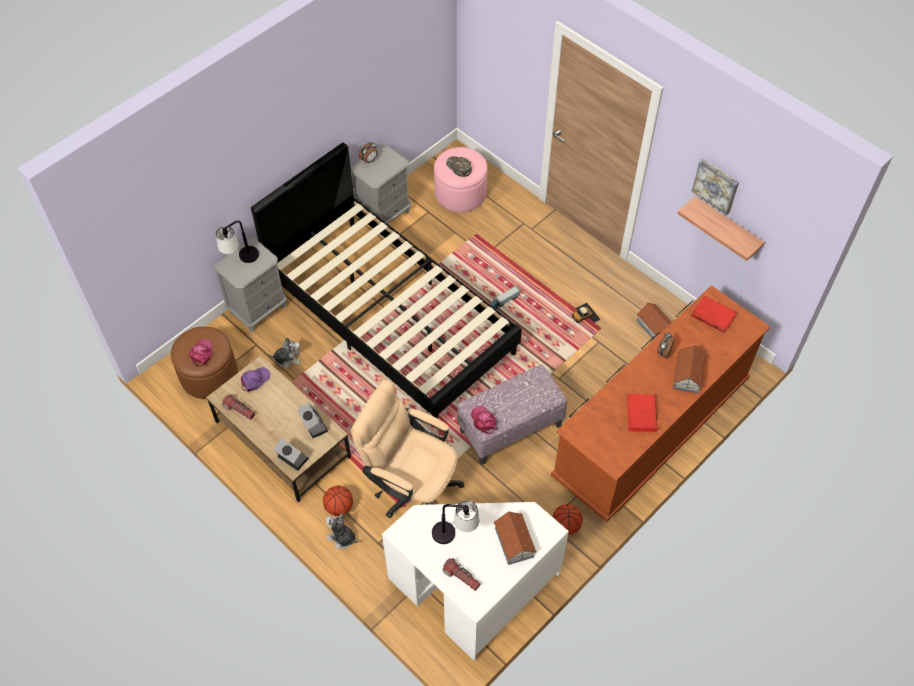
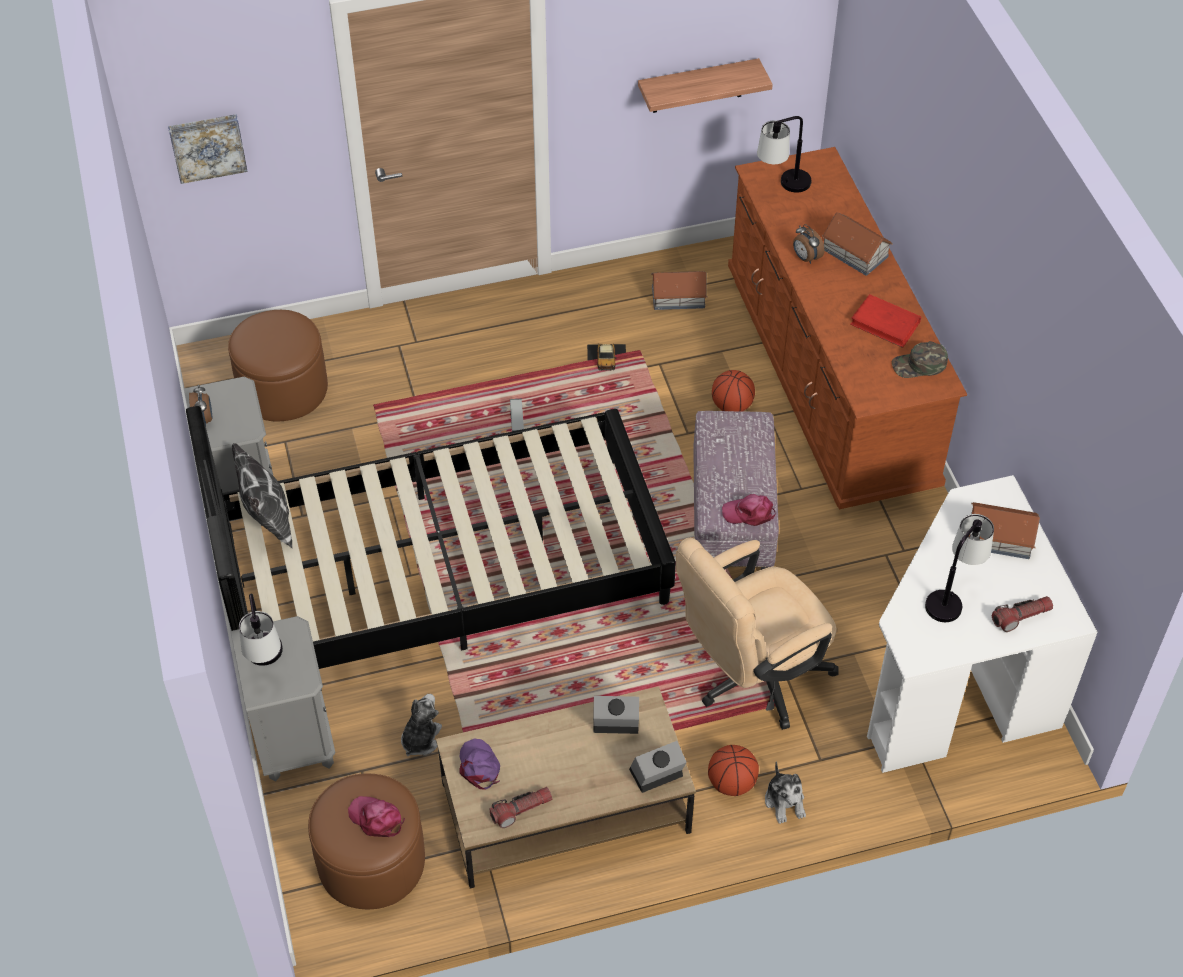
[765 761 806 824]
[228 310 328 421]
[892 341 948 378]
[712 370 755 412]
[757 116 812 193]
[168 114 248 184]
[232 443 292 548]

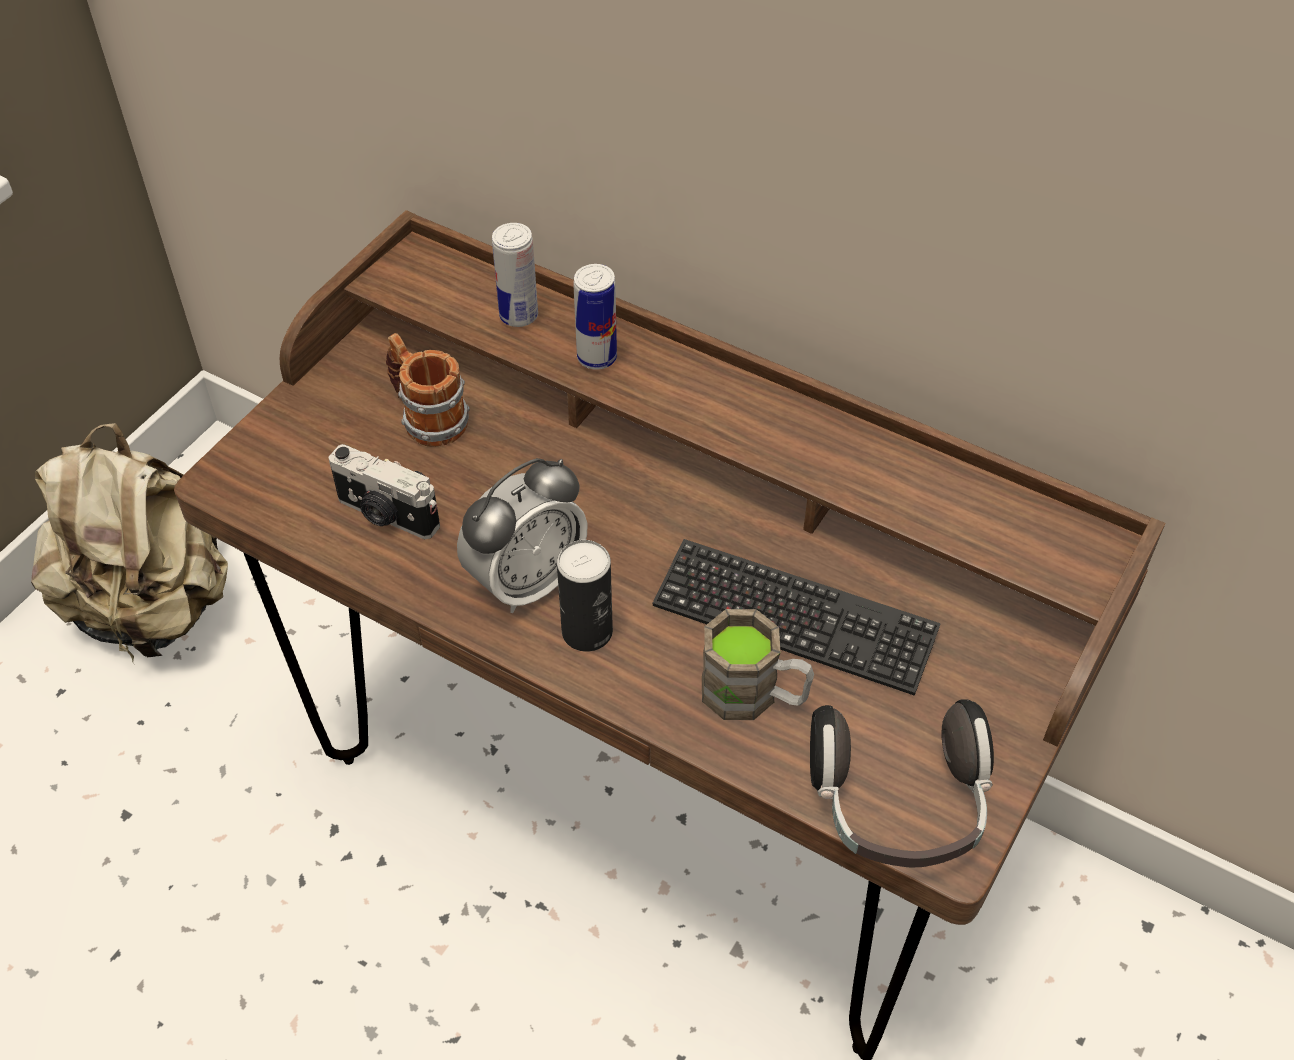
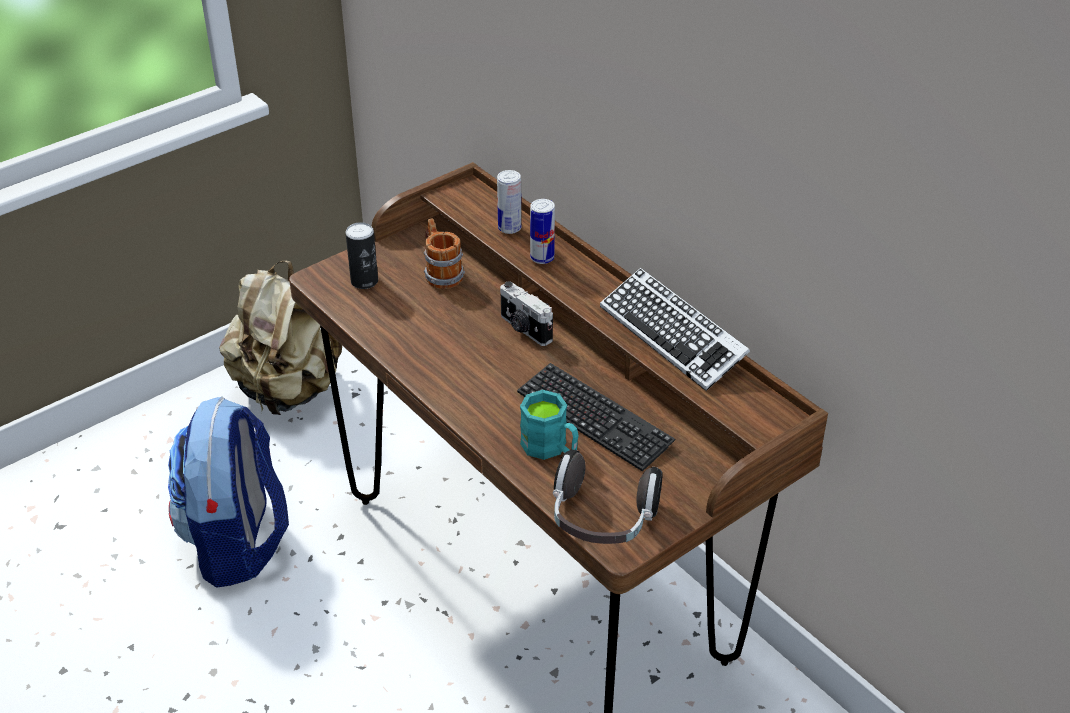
[500 281 553 346]
[457 458 587 613] (first image)
[346 222 378 289]
[520 390 578 460]
[168 397 289 588]
[600 268 750 391]

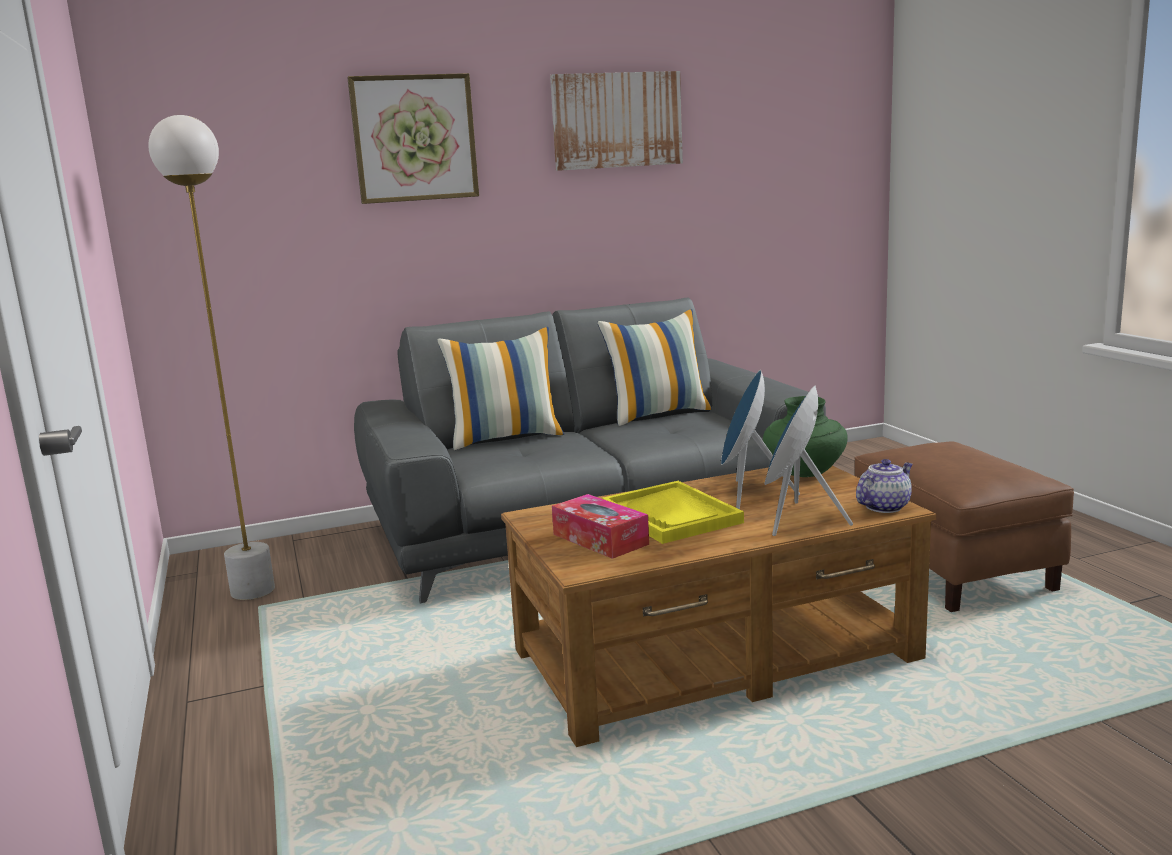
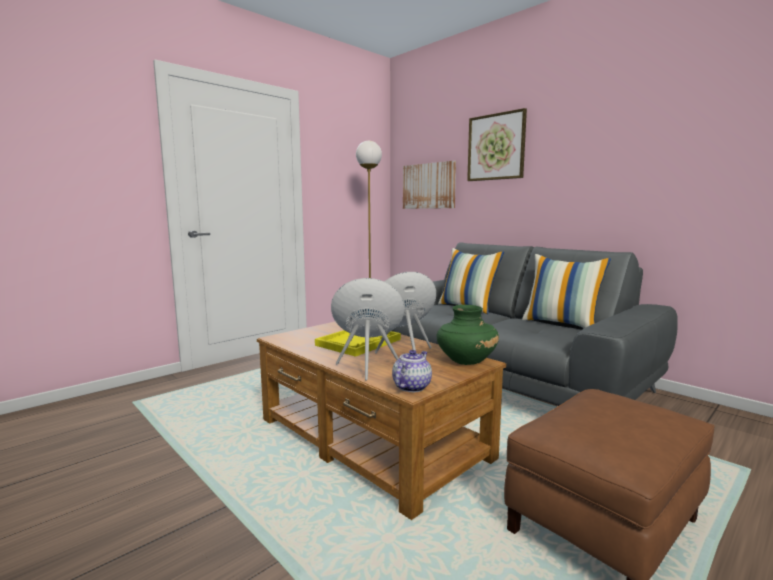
[403 161 456 209]
[552 494 649 559] (first image)
[392 350 432 392]

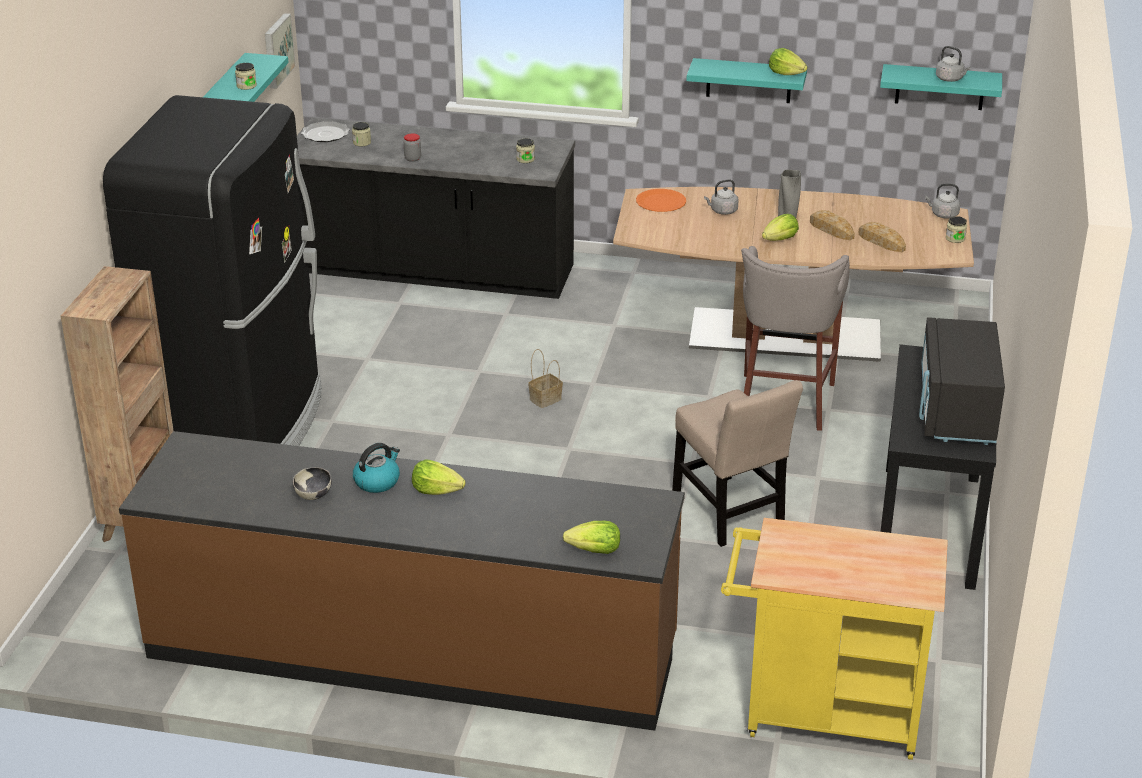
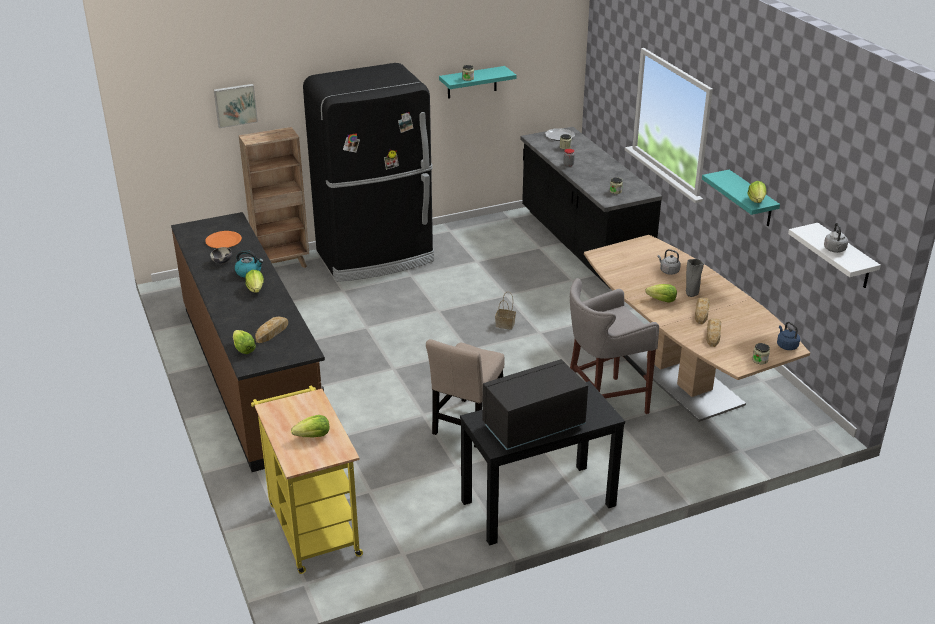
[214 84 258 128]
[205 231 242 248]
[788 223 881 288]
[777 322 800 350]
[255 316 288 343]
[291 415 329 438]

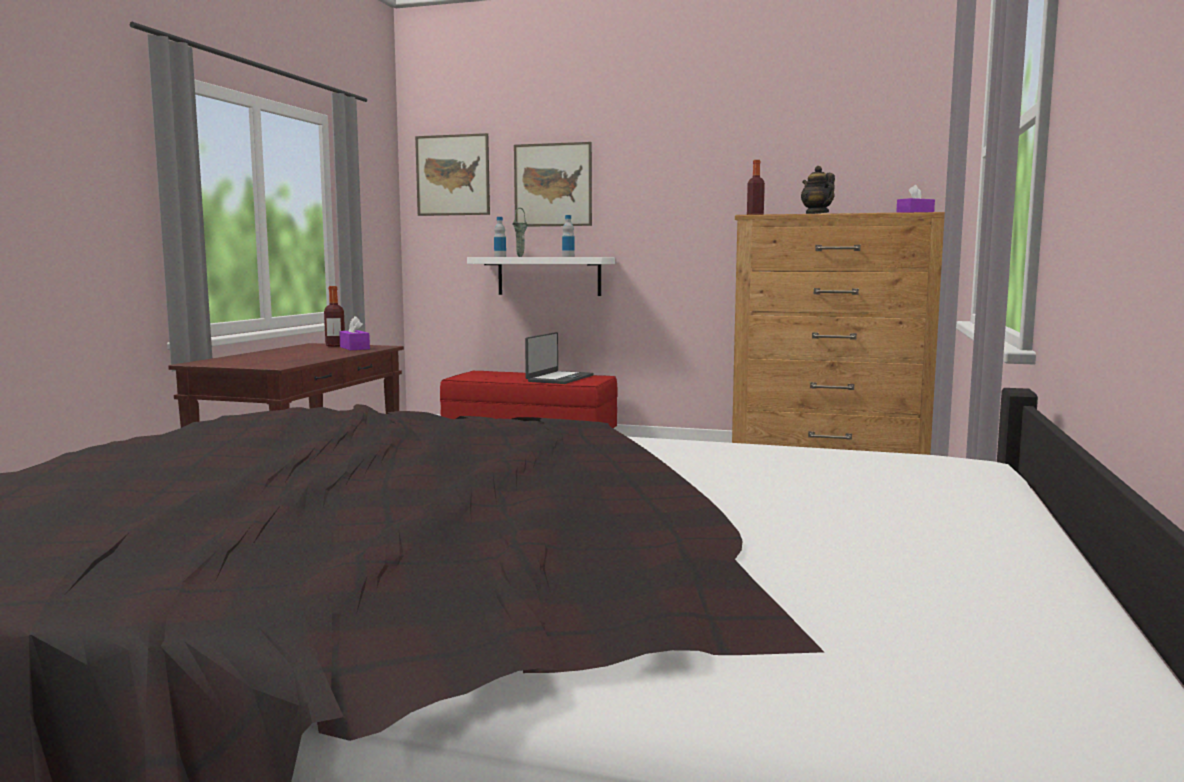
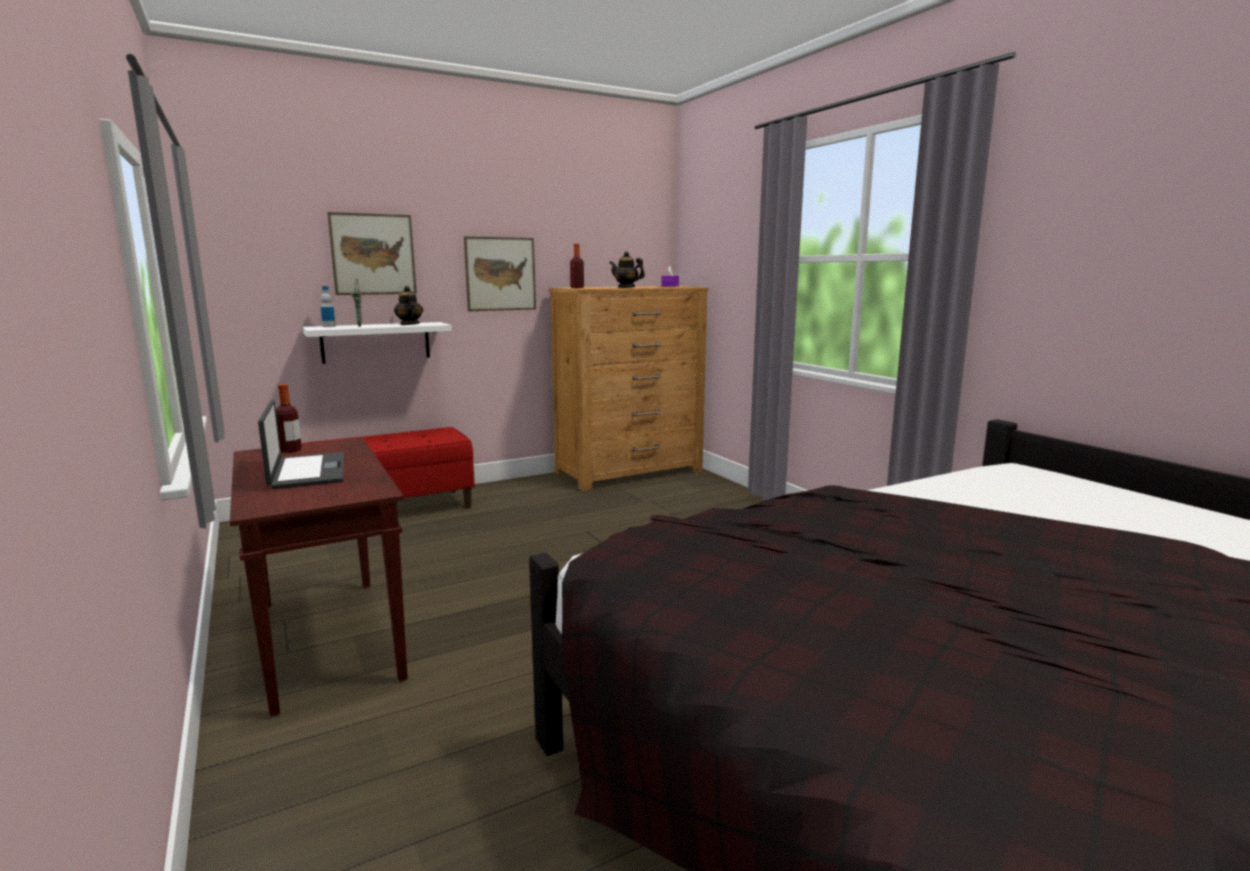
[339 316 370 350] (first image)
[464 236 536 311]
[258 400 344 489]
[394 286 423 325]

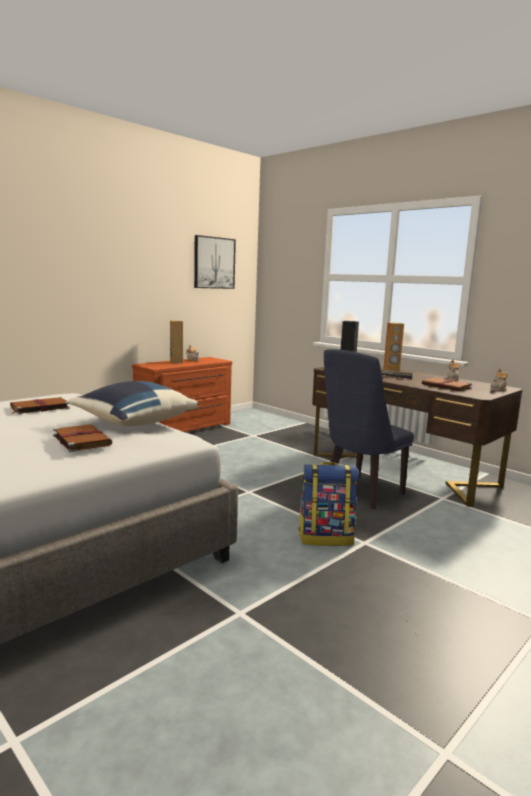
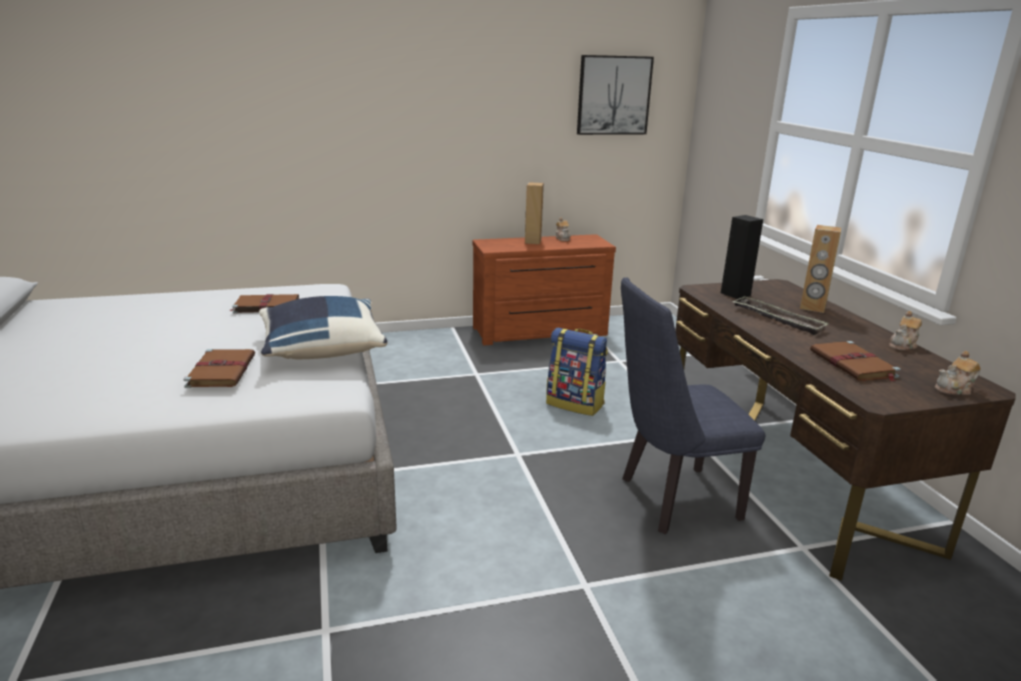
[546 328 608 416]

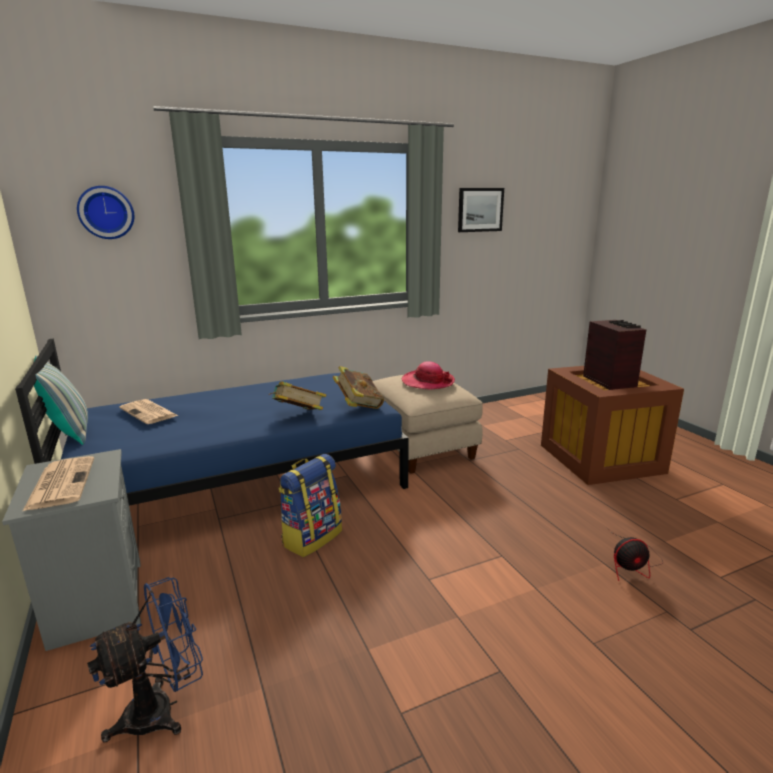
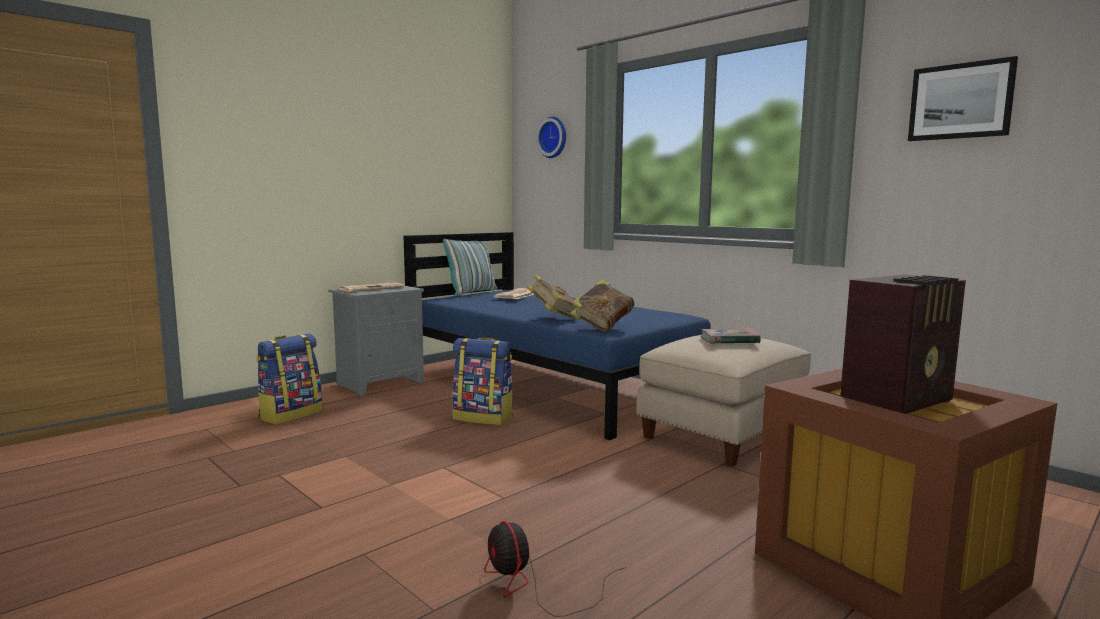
[256 333 323 425]
[701 328 761 343]

